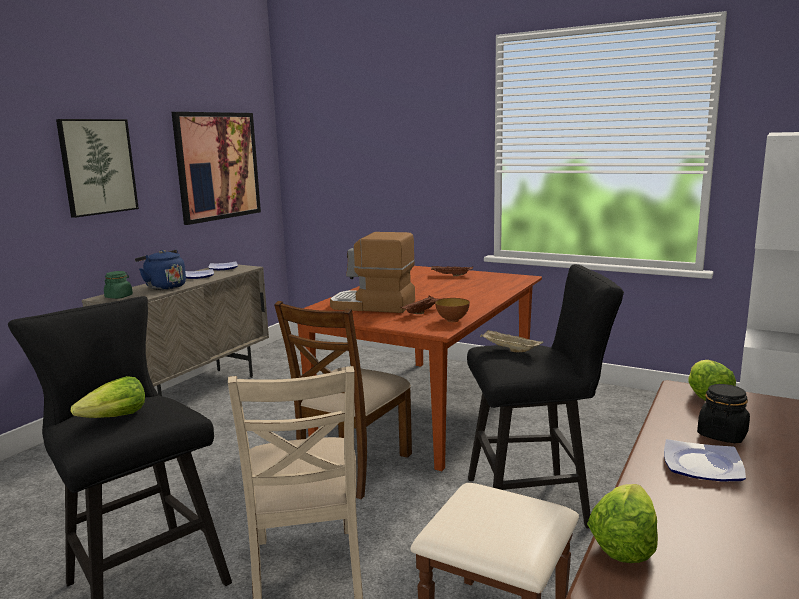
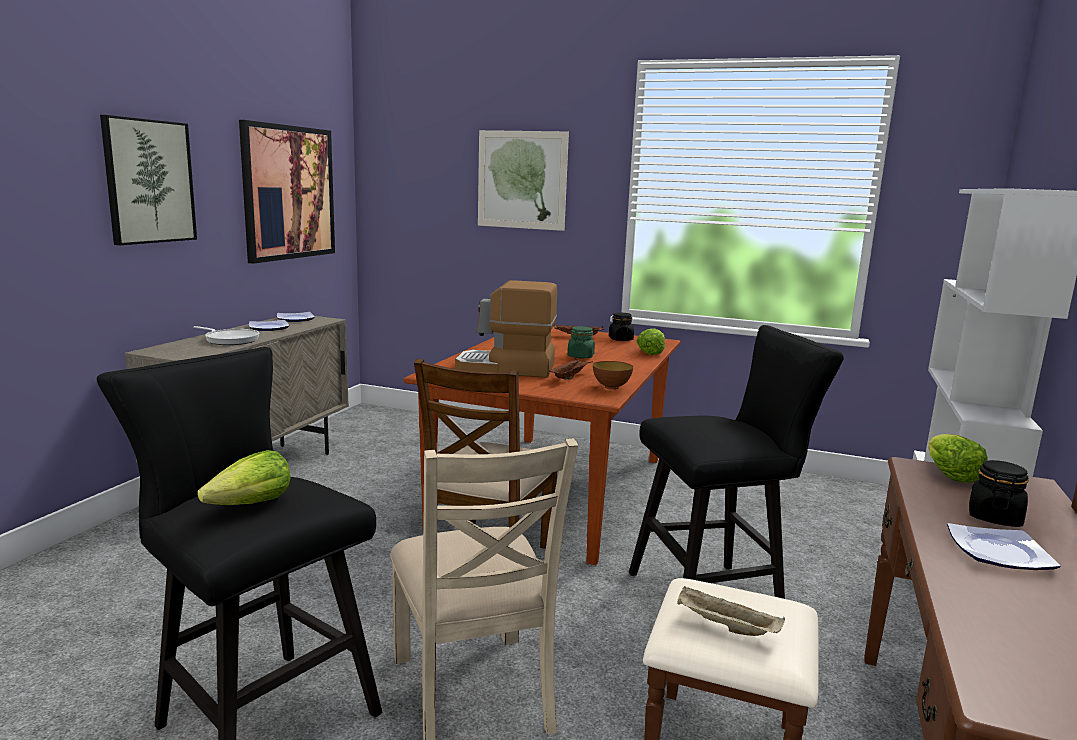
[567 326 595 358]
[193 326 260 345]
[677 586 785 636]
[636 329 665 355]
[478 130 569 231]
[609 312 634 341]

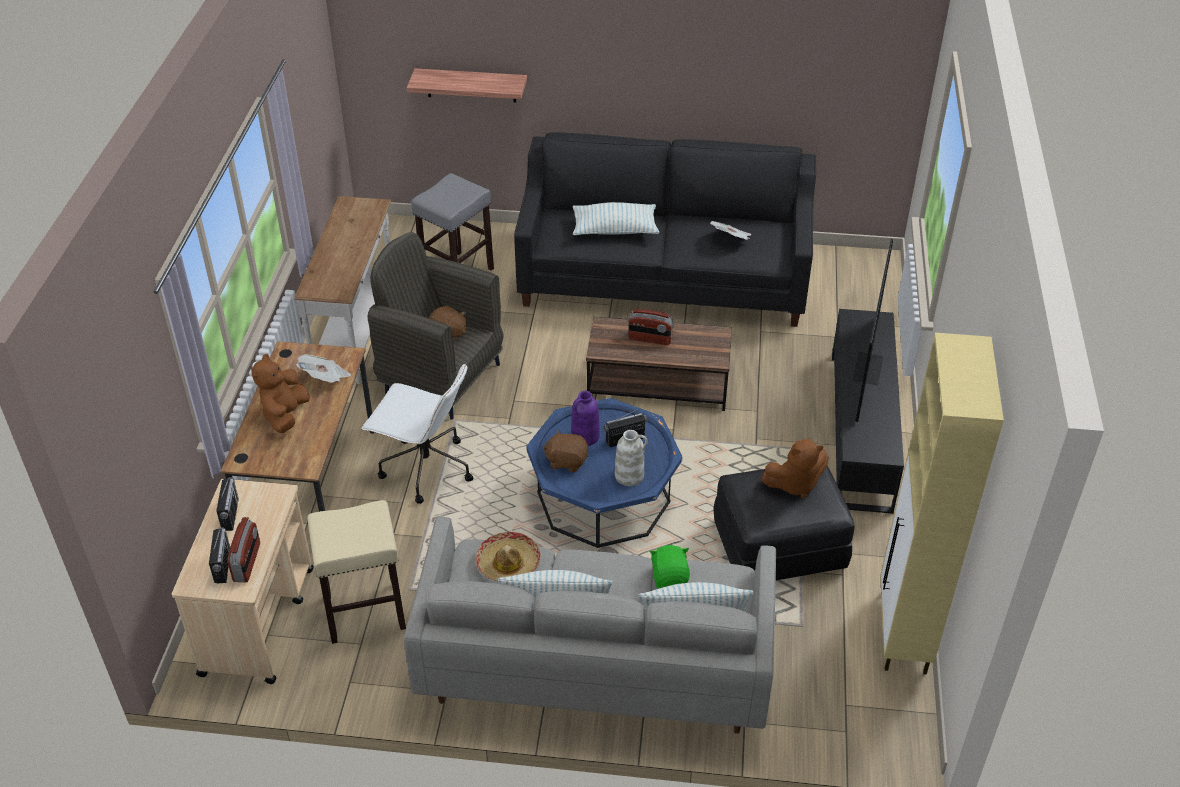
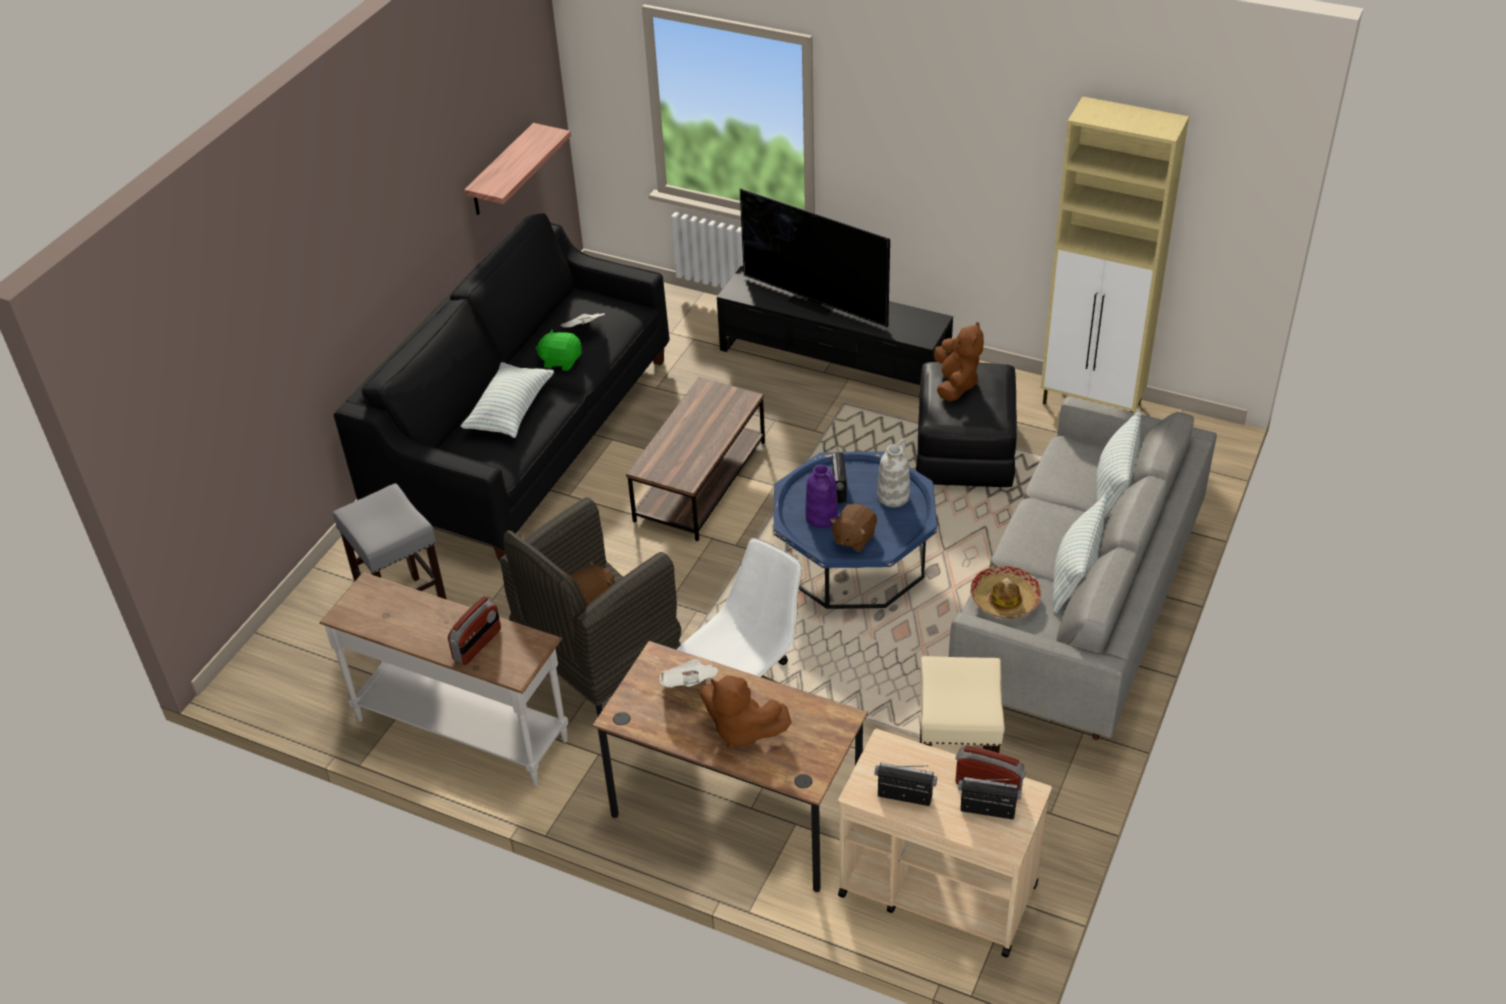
[464 123 571 215]
[448 596 501 665]
[536 329 582 371]

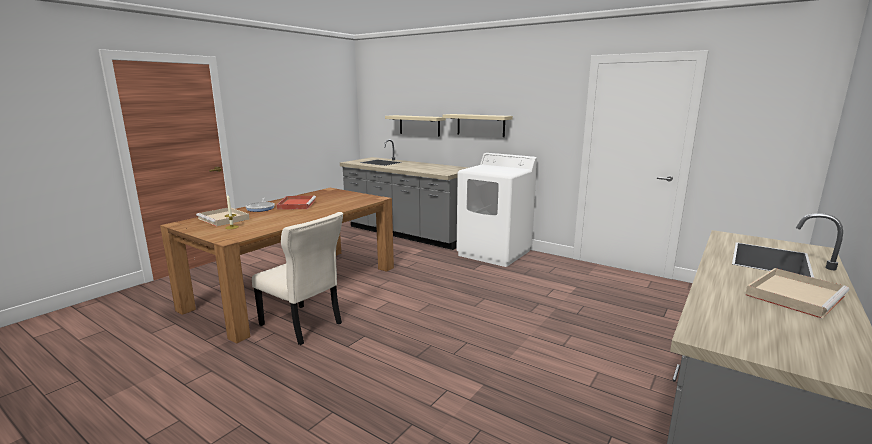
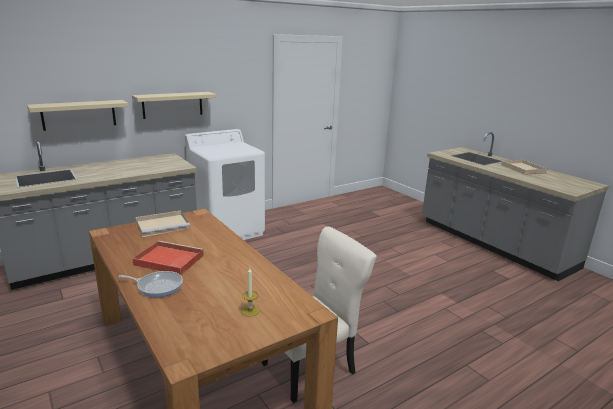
[135 211 190 237]

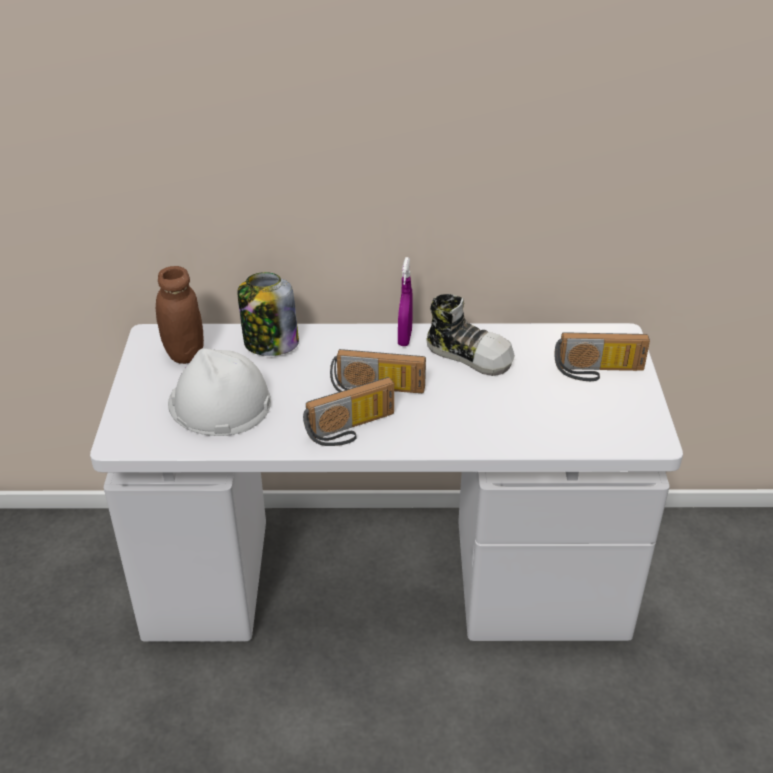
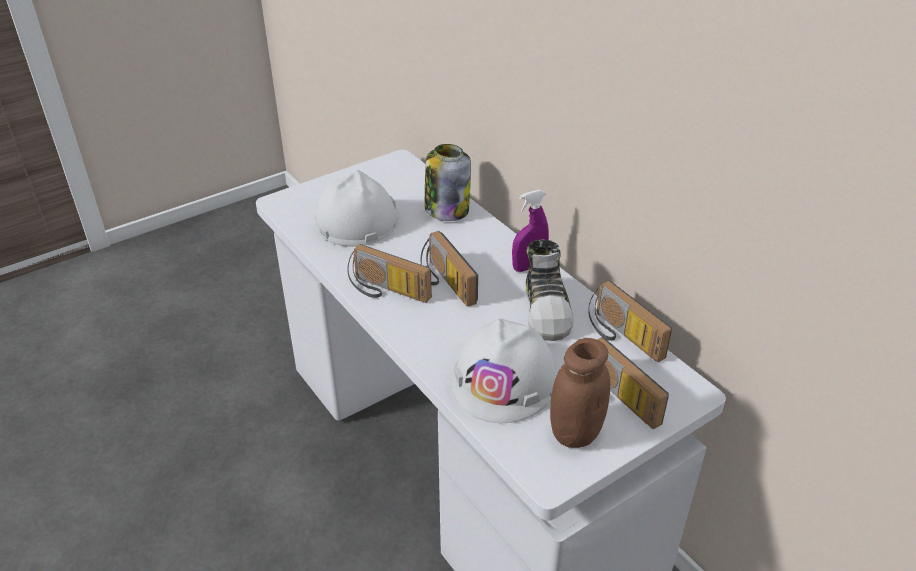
[550 338 610 448]
[450 318 557 423]
[588 281 672 362]

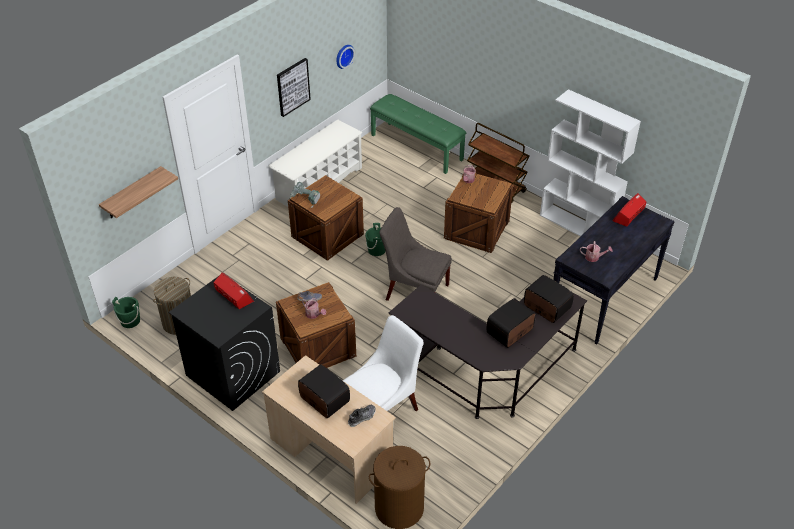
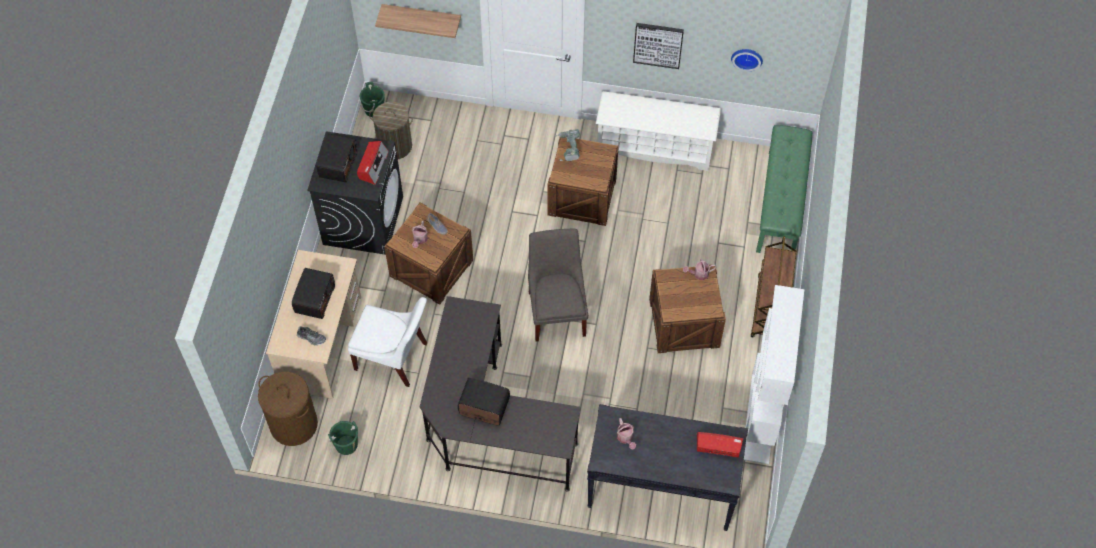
[328 421 358 455]
[316 134 357 182]

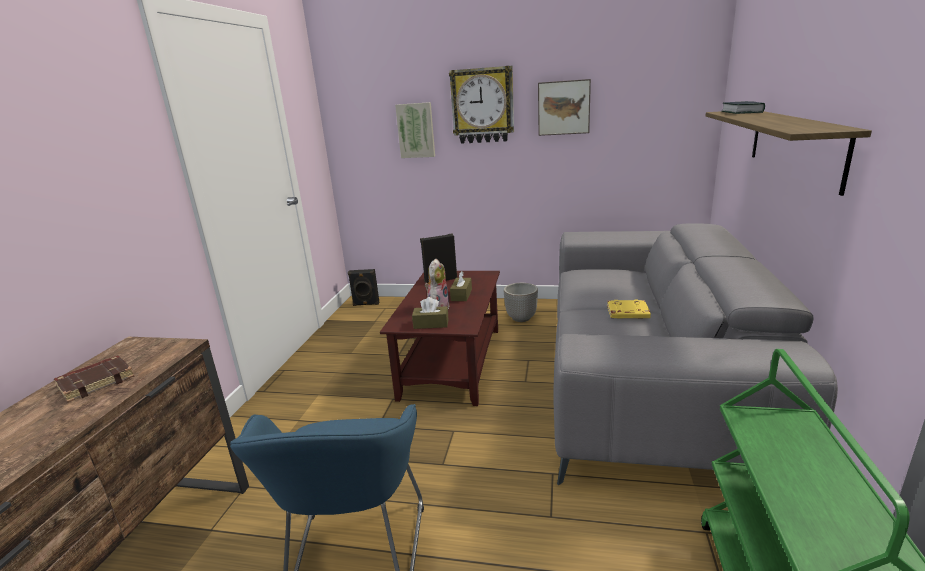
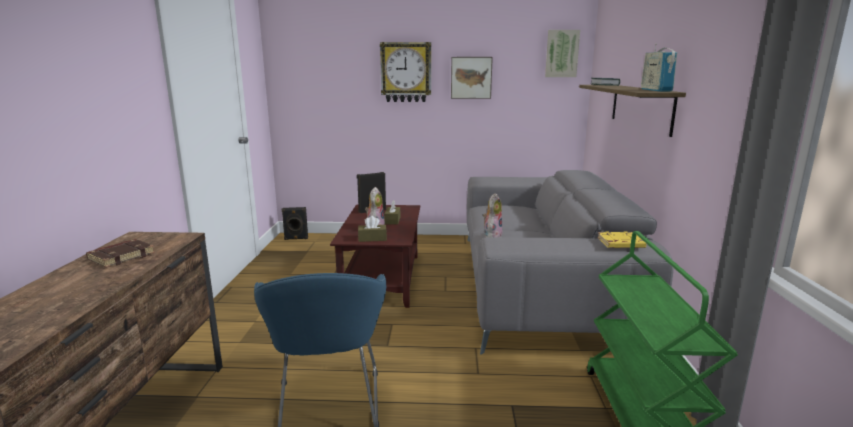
[545 30 580 77]
[504 283 538 322] (first image)
[598 231 646 248]
[483 193 502 238]
[641 44 677 92]

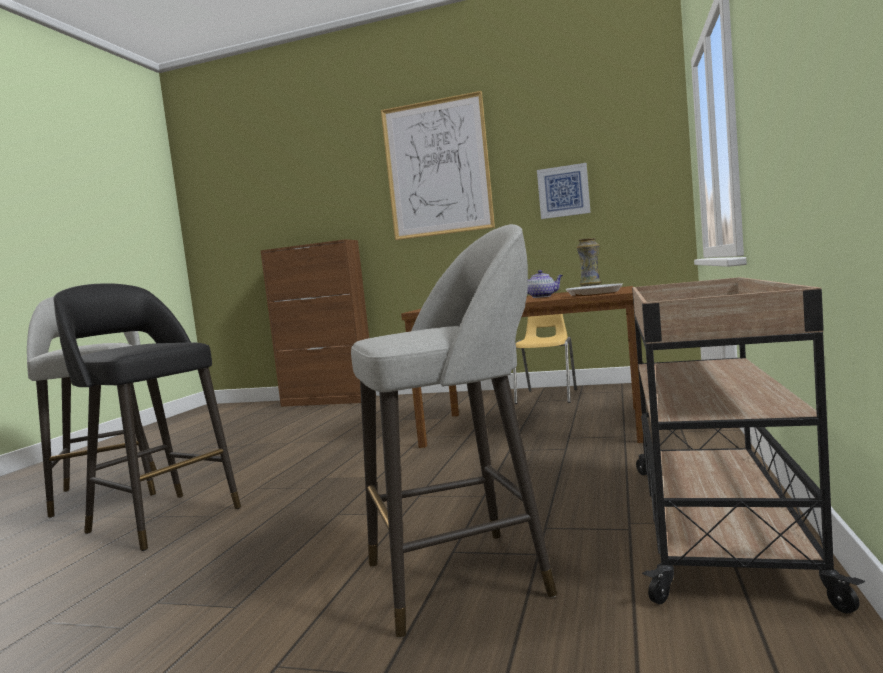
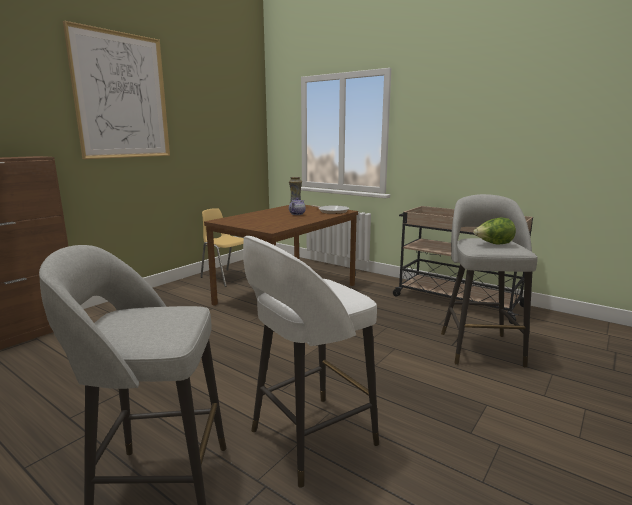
[243 236 379 488]
[537 163 591 219] (first image)
[473 218 516 245]

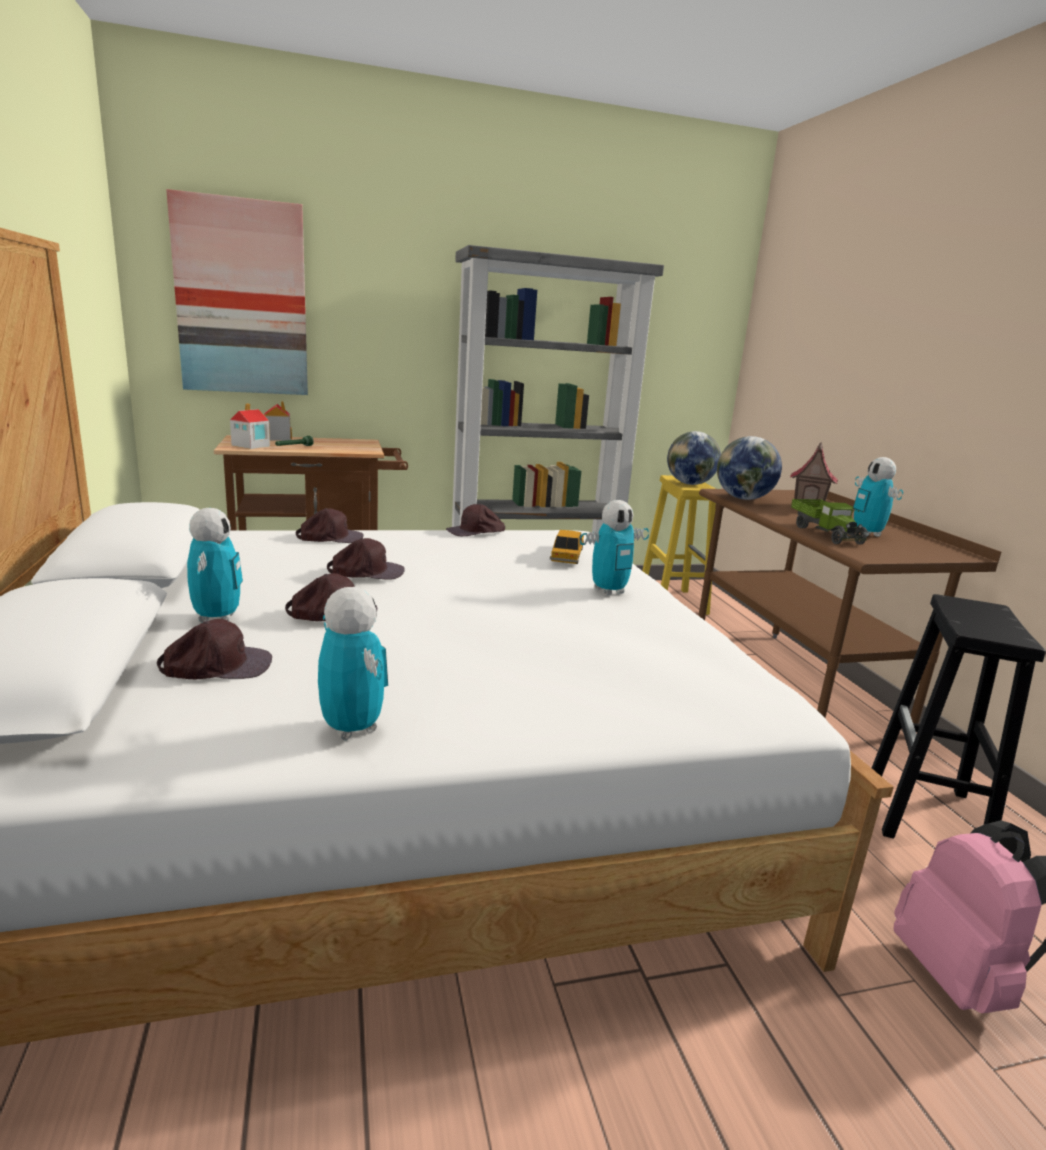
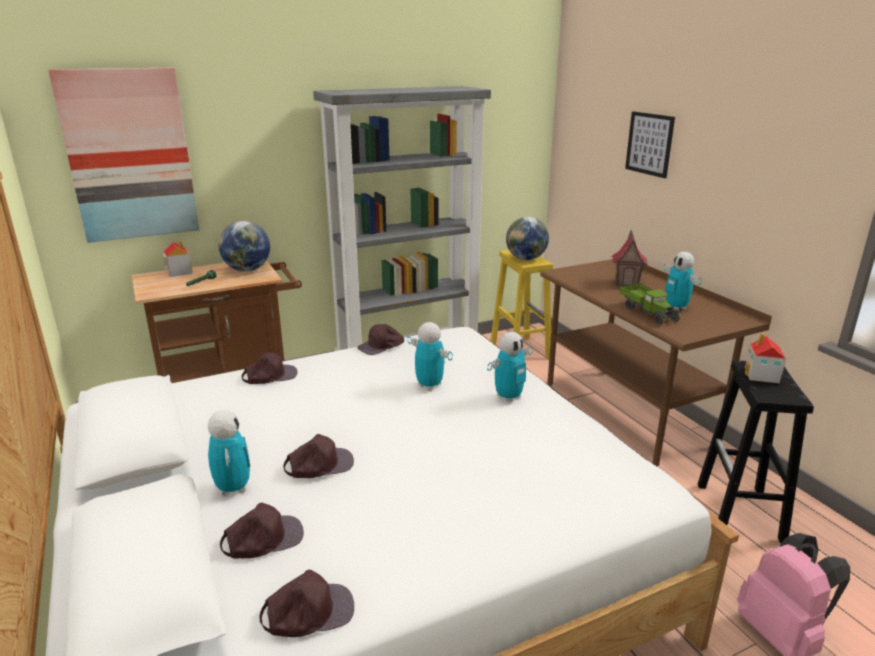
[745 333 786 383]
[407 322 453 391]
[259 570 354 637]
[550 530 584 564] (first image)
[219 221 270 272]
[625 111 675 178]

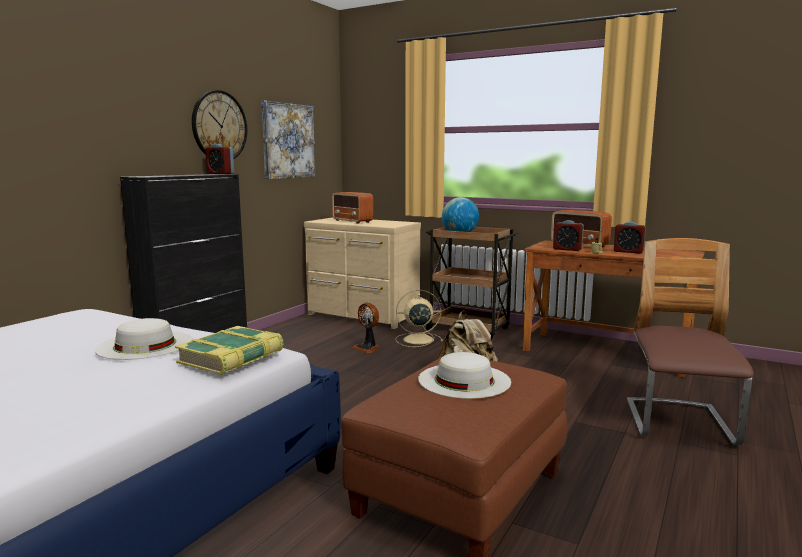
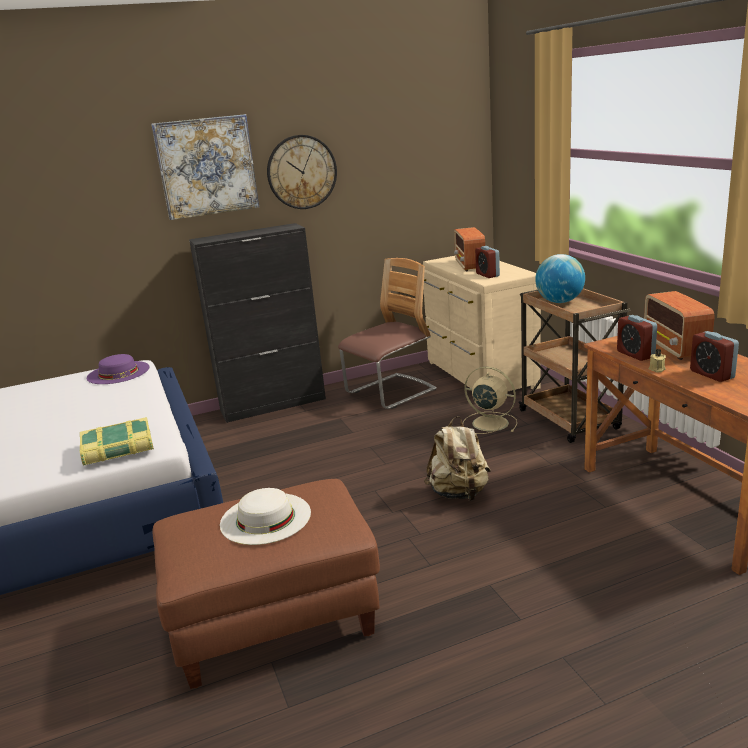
[95 318 193 360] (first image)
[475 246 500 278]
[151 114 259 220]
[352 303 379 353] (first image)
[338 258 437 409]
[87 354 150 384]

